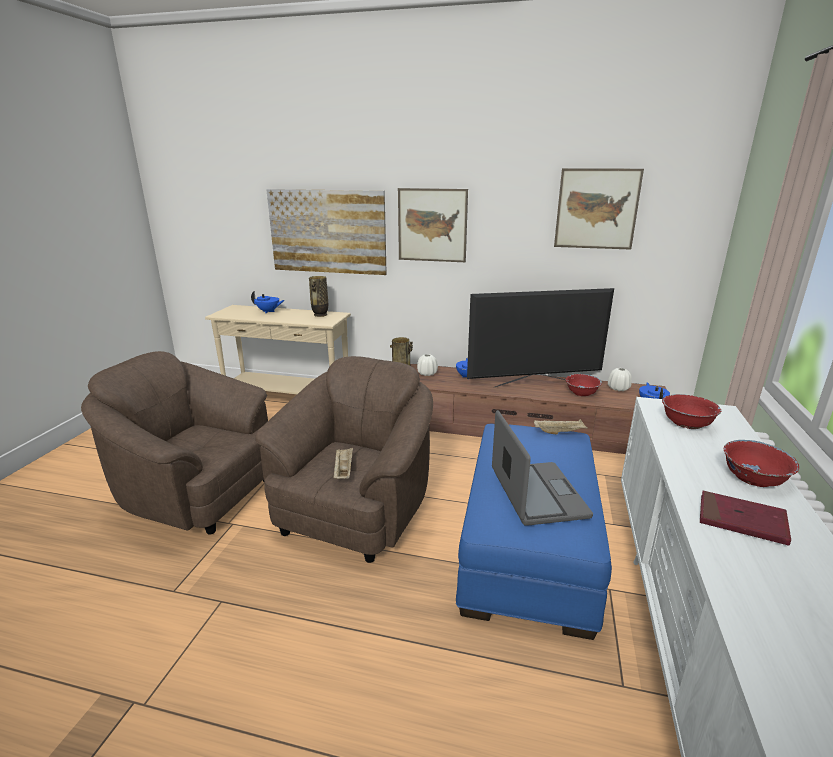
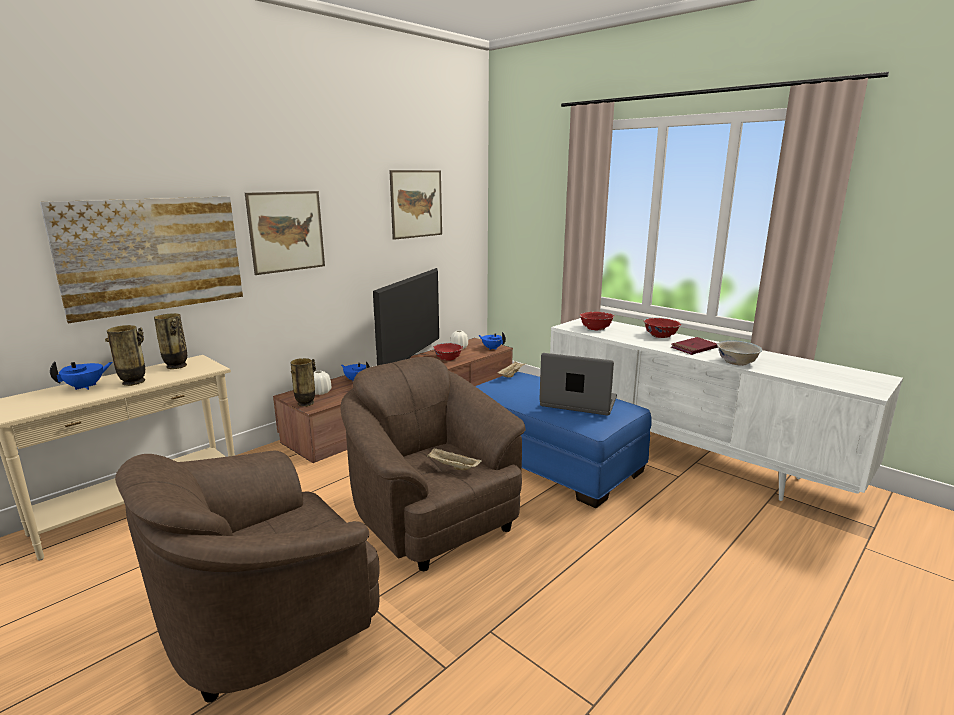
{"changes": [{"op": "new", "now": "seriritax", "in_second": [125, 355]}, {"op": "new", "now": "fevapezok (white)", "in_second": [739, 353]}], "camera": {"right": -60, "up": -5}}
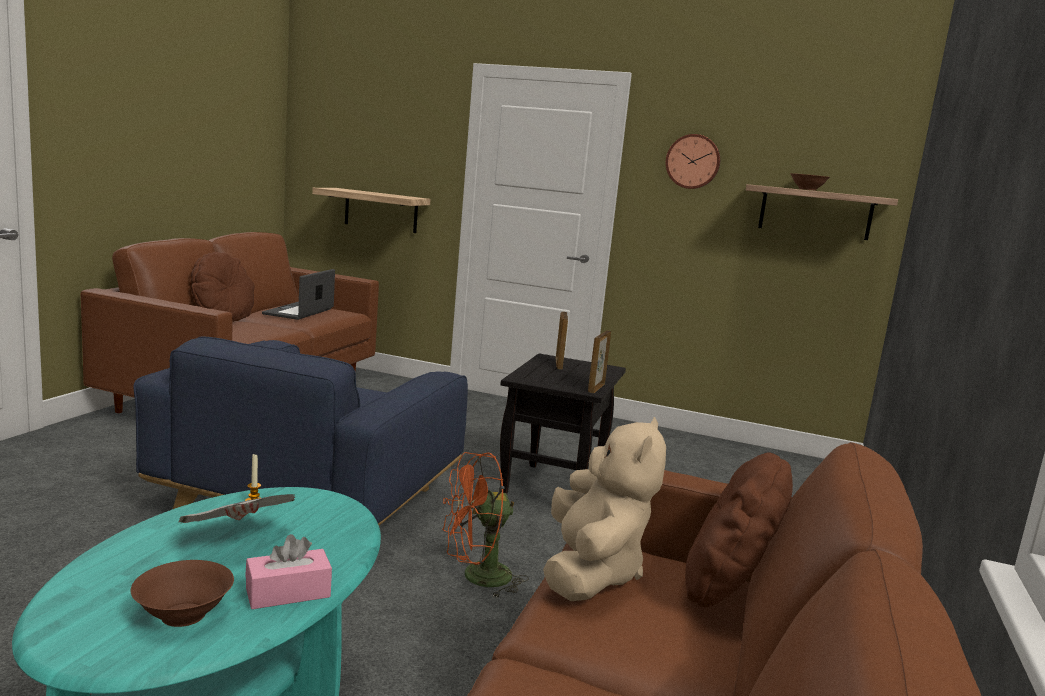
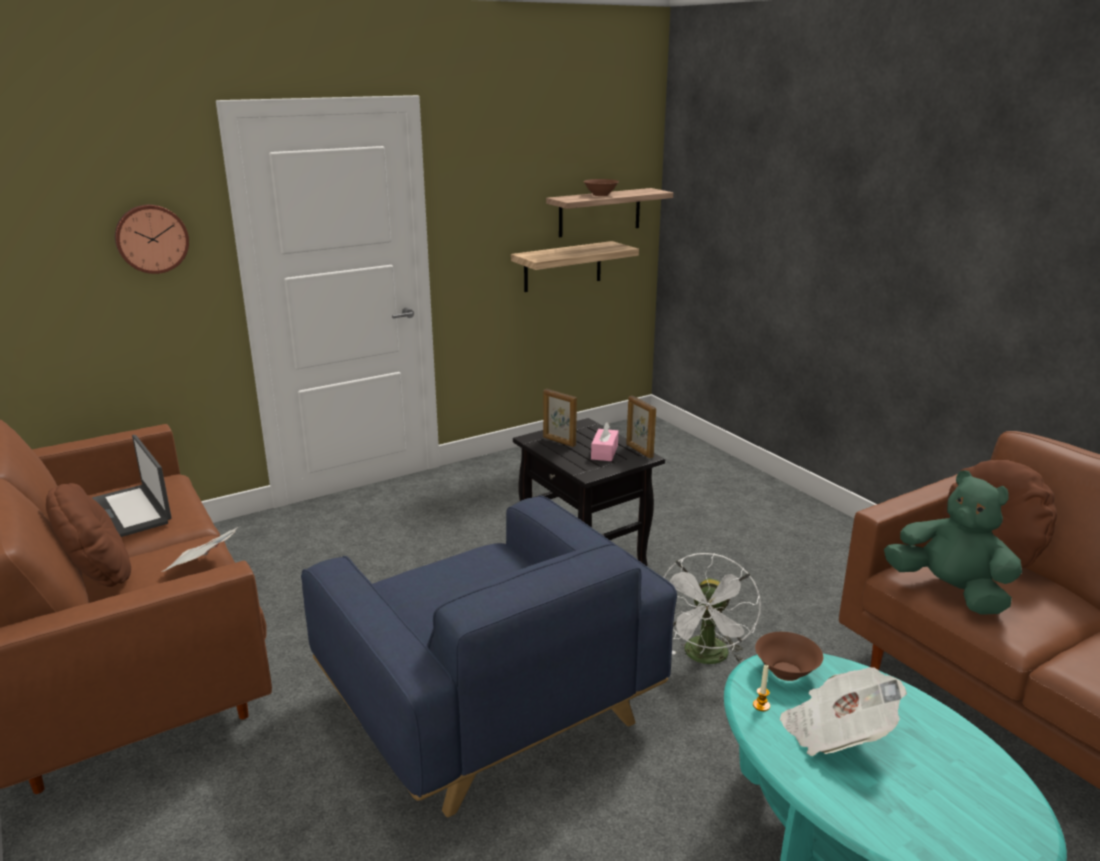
{"changes": [{"op": "shifted", "was": "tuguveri", "in_first": [693, 161], "in_second": [152, 239]}, {"op": "new", "now": "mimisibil", "in_second": [199, 549]}, {"op": "shifted", "was": "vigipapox", "in_first": [371, 210], "in_second": [575, 266]}, {"op": "shifted", "was": "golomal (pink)", "in_first": [288, 571], "in_second": [604, 441]}, {"op": "repainted", "was": "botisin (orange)", "now": "botisin (white)", "in_first": [485, 525], "in_second": [712, 608]}, {"op": "shifted", "was": "fevapezok (brown)", "in_first": [182, 593], "in_second": [789, 656]}, {"op": "repainted", "was": "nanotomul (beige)", "now": "nanotomul (green)", "in_first": [604, 509], "in_second": [953, 542]}], "camera": {"right": -50, "up": 10}}
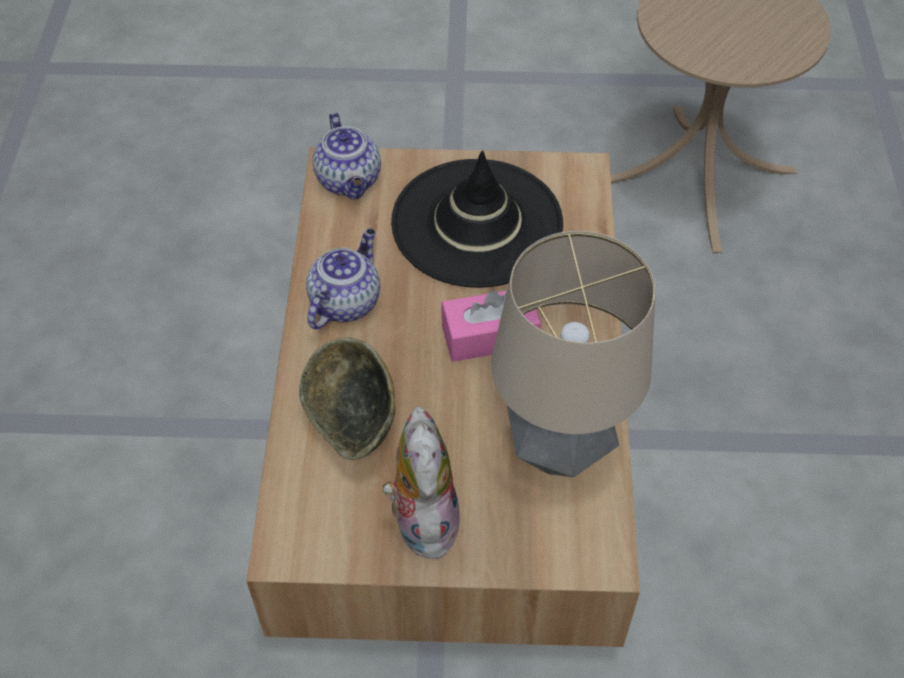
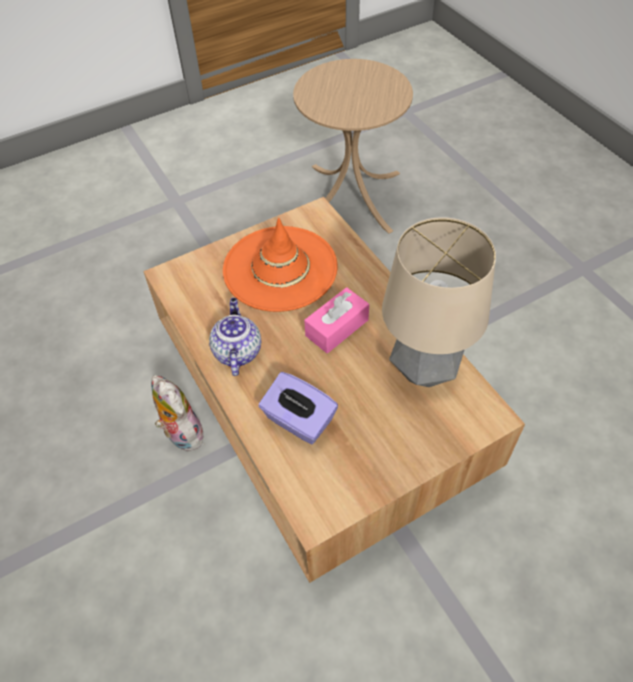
{"changes": [{"op": "shifted", "was": "nanotomul", "in_first": [421, 483], "in_second": [177, 413]}, {"op": "repainted", "was": "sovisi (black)", "now": "sovisi (orange)", "in_first": [477, 219], "in_second": [280, 265]}, {"op": "swapped", "was": "fevapezok", "now": "golomal (purple)", "in_first": [347, 399], "in_second": [298, 408]}, {"op": "gone", "was": "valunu", "in_first": [347, 155]}], "camera": {"right": -30, "up": 0}}
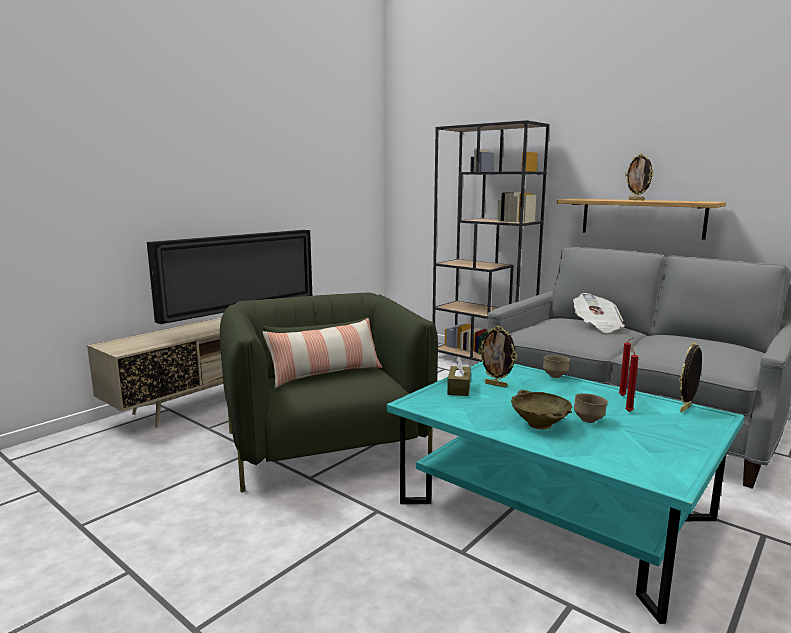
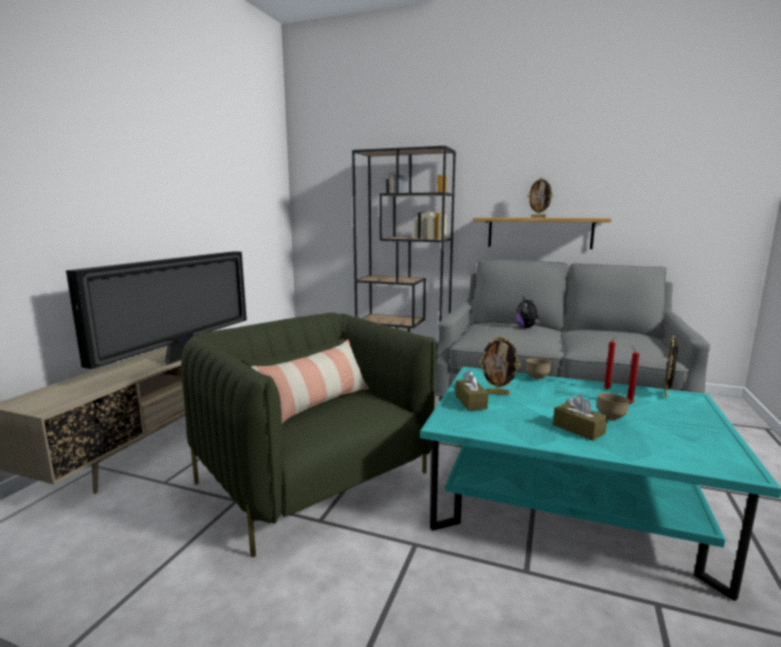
{"changes": [{"op": "swapped", "was": "mimisibil", "now": "nanotomul", "in_first": [599, 313], "in_second": [528, 312]}, {"op": "swapped", "was": "fevapezok (beige)", "now": "golomal (brown)", "in_first": [541, 409], "in_second": [580, 417]}], "camera": {"right": -20, "up": 0}}
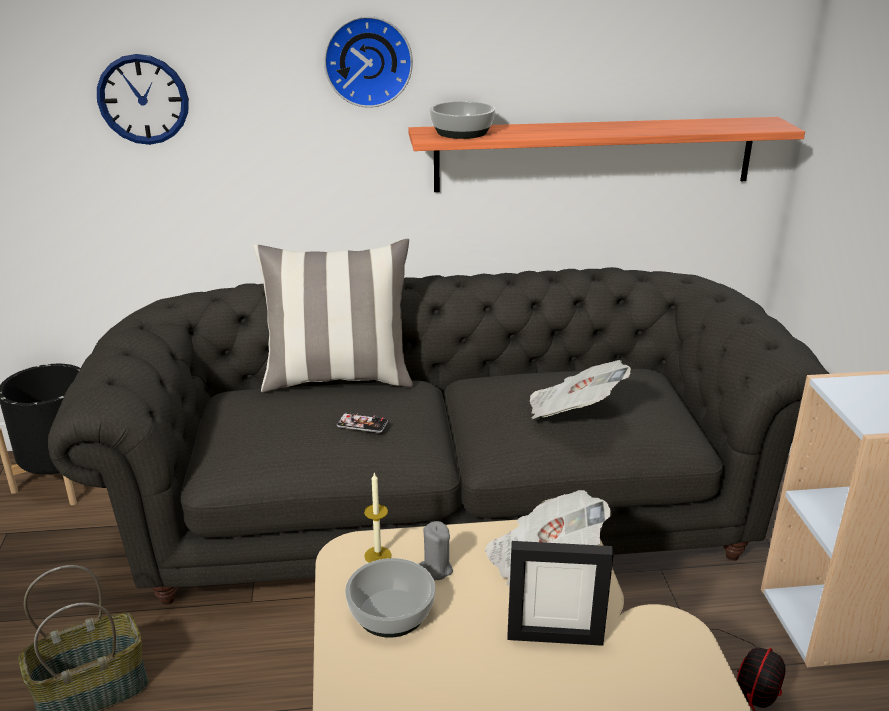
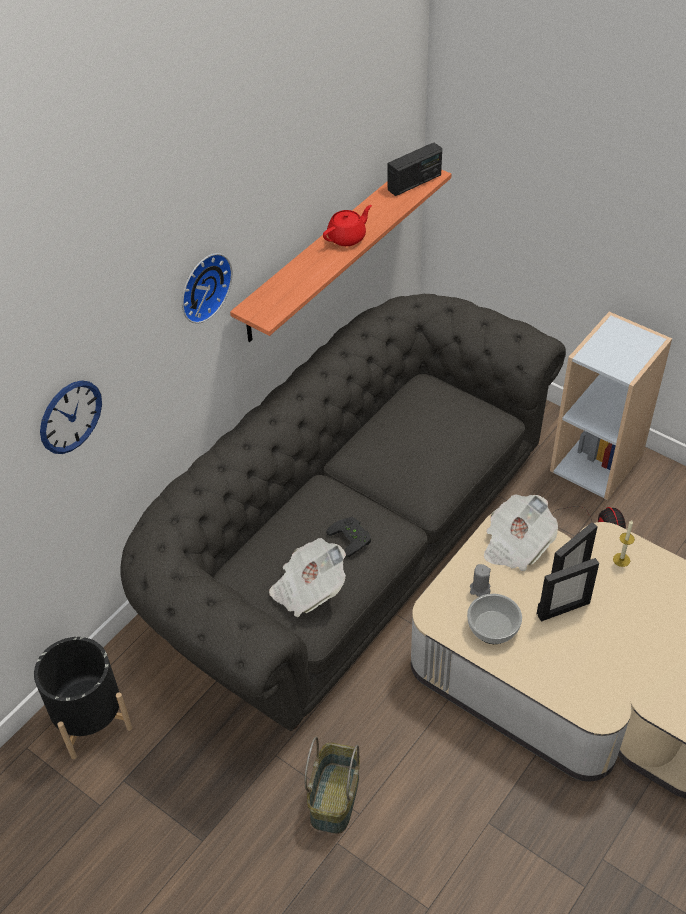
{"changes": [{"op": "shifted", "was": "mimisibil", "in_first": [580, 389], "in_second": [307, 577]}, {"op": "new", "now": "valunu (red)", "in_second": [347, 225]}, {"op": "swapped", "was": "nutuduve", "now": "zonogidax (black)", "in_first": [362, 422], "in_second": [348, 537]}, {"op": "new", "now": "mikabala", "in_second": [414, 169]}, {"op": "new", "now": "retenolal", "in_second": [568, 590]}, {"op": "shifted", "was": "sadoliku", "in_first": [378, 517], "in_second": [624, 543]}, {"op": "gone", "was": "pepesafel", "in_first": [333, 315]}, {"op": "gone", "was": "fevapezok", "in_first": [462, 120]}], "camera": {"right": -45, "up": 20}}
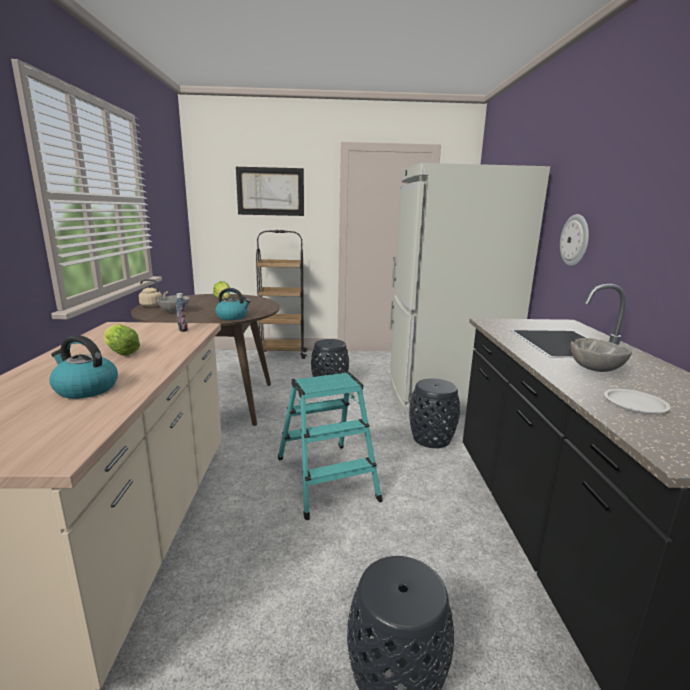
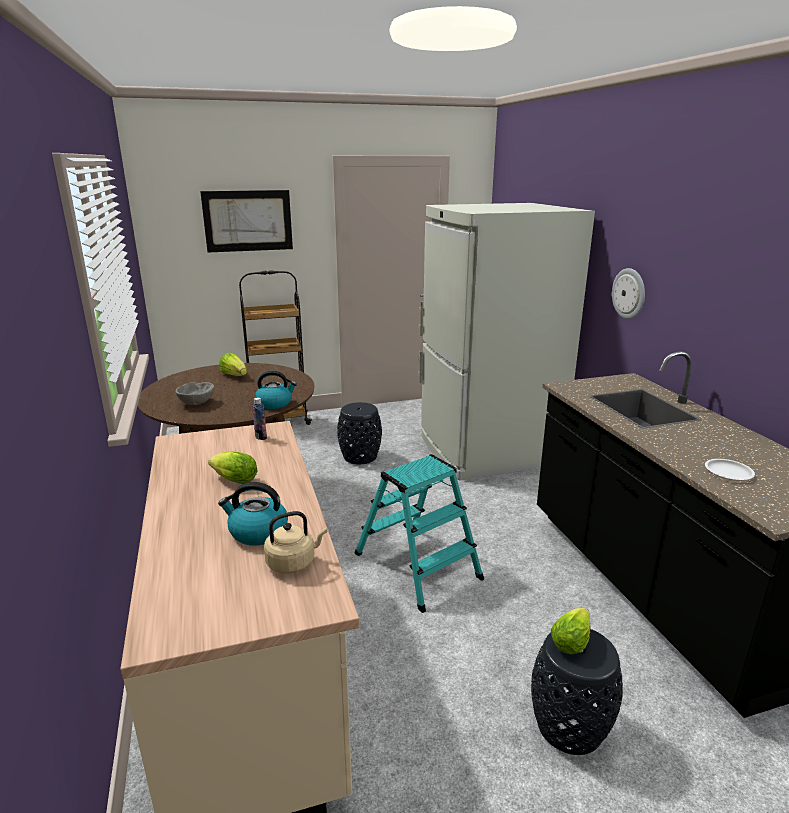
{"changes": [{"op": "shifted", "was": "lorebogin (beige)", "in_first": [153, 293], "in_second": [295, 542]}, {"op": "new", "now": "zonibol", "in_second": [570, 631]}, {"op": "gone", "was": "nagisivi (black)", "in_first": [434, 413]}, {"op": "gone", "was": "fevapezok (grey)", "in_first": [601, 355]}], "camera": {"right": -15, "up": 5}}
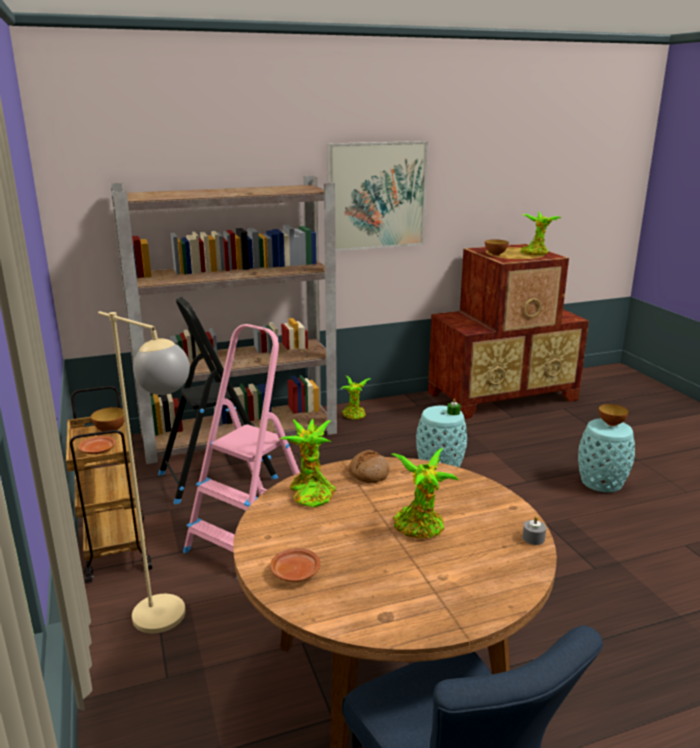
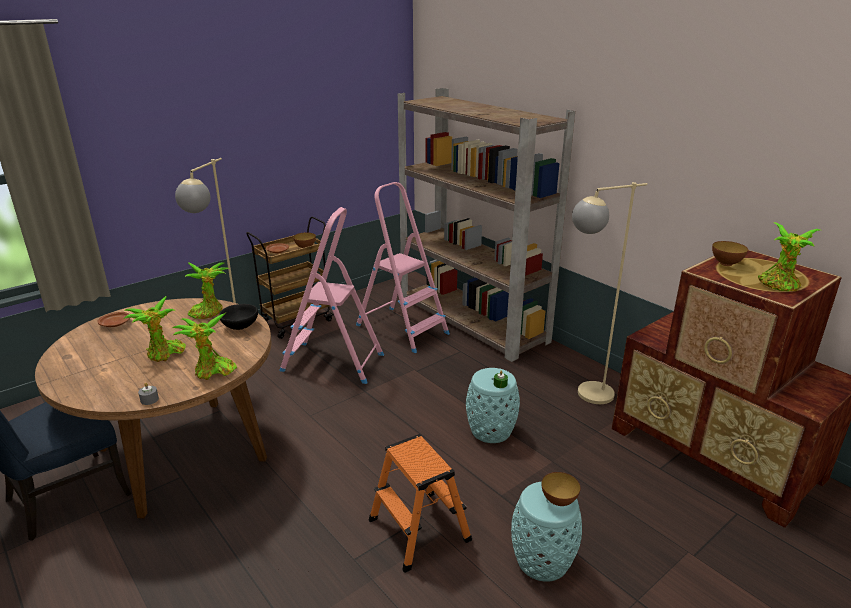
{"changes": [{"op": "shifted", "was": "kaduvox", "in_first": [355, 398], "in_second": [205, 346]}, {"op": "swapped", "was": "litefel", "now": "fevapezok (black)", "in_first": [369, 466], "in_second": [238, 317]}, {"op": "repainted", "was": "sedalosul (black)", "now": "sedalosul (pink)", "in_first": [218, 401], "in_second": [403, 267]}, {"op": "new", "now": "sedalosul (orange)", "in_second": [420, 503]}, {"op": "new", "now": "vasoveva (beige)", "in_second": [610, 293]}, {"op": "gone", "was": "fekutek", "in_first": [377, 196]}], "camera": {"right": 70, "up": 5}}
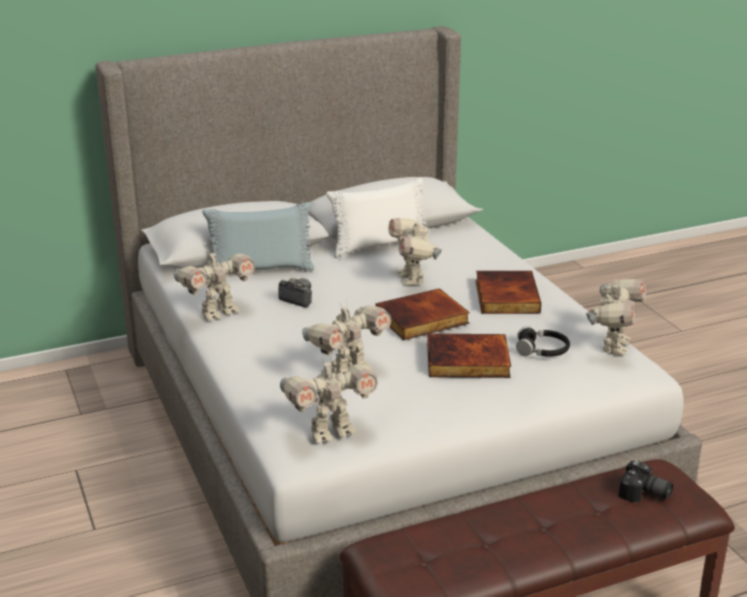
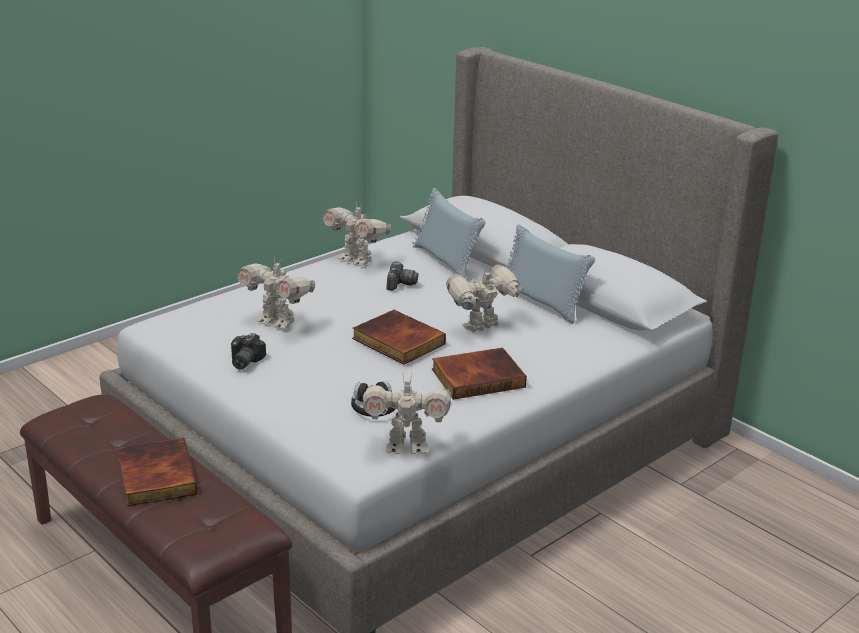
{"changes": [{"op": "shifted", "was": "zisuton", "in_first": [469, 356], "in_second": [157, 472]}, {"op": "shifted", "was": "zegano", "in_first": [645, 481], "in_second": [248, 351]}, {"op": "repainted", "was": "pepesafel (white)", "now": "pepesafel (blue)", "in_first": [377, 218], "in_second": [550, 274]}, {"op": "gone", "was": "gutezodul", "in_first": [329, 398]}], "camera": {"right": 70, "up": 0}}
